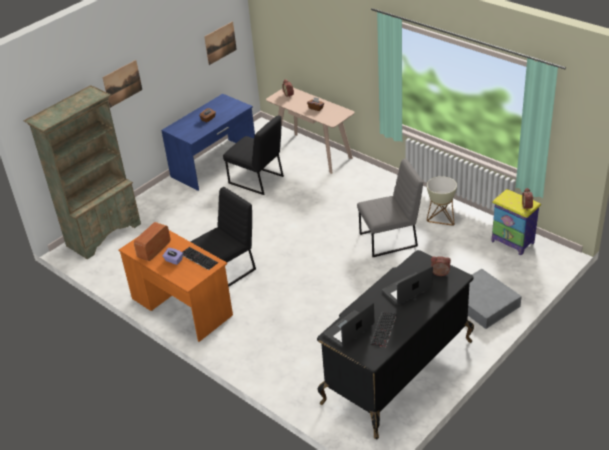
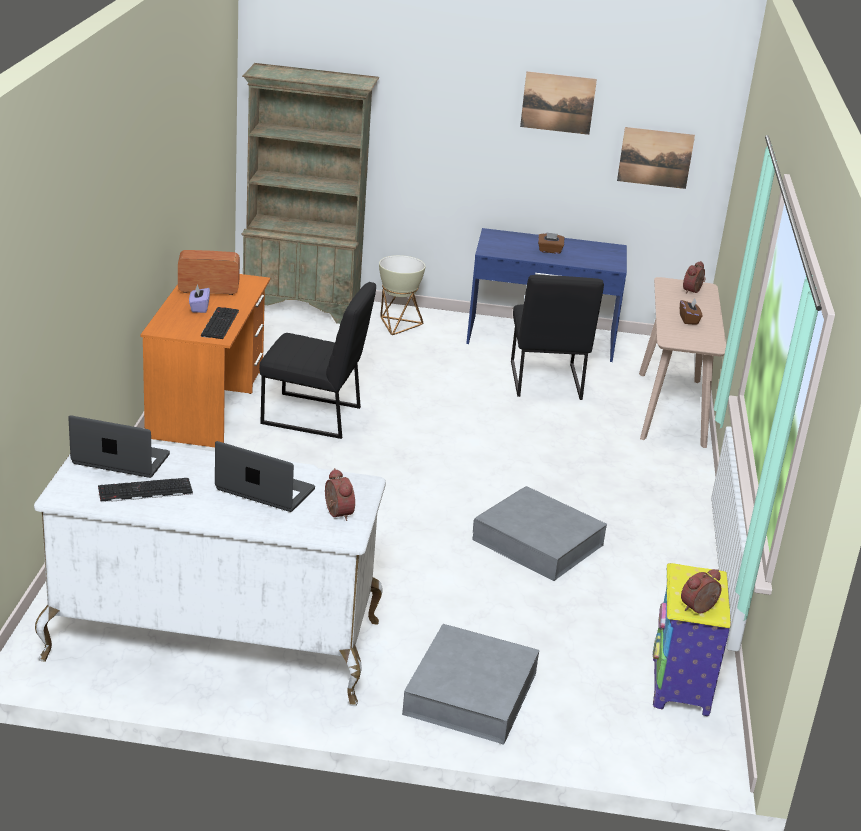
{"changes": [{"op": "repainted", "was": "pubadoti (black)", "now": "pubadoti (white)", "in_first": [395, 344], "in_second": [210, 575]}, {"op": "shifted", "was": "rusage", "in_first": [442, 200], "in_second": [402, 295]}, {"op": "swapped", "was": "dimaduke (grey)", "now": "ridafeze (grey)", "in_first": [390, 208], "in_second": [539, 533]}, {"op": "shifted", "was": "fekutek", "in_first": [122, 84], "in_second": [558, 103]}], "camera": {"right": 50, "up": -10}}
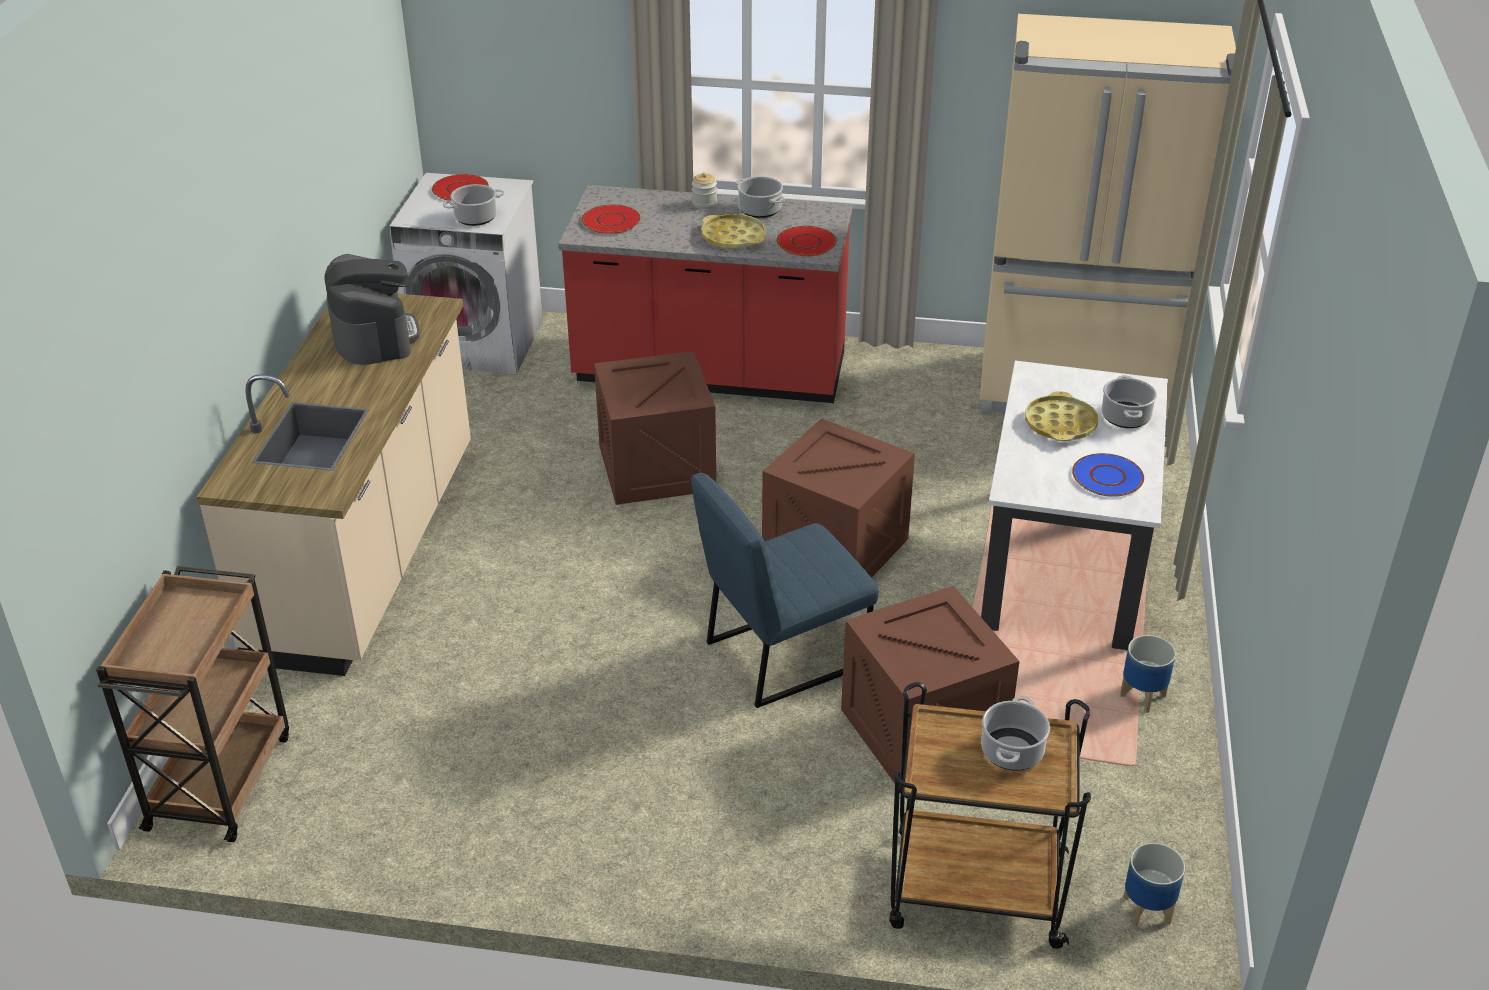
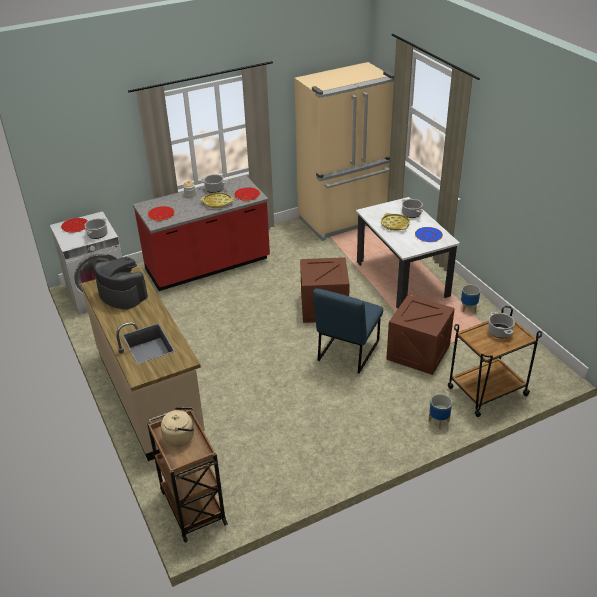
{"changes": [{"op": "new", "now": "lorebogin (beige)", "in_second": [177, 427]}, {"op": "shifted", "was": "rusage", "in_first": [1154, 885], "in_second": [440, 411]}, {"op": "gone", "was": "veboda", "in_first": [655, 428]}], "camera": {"right": -35, "up": 0}}
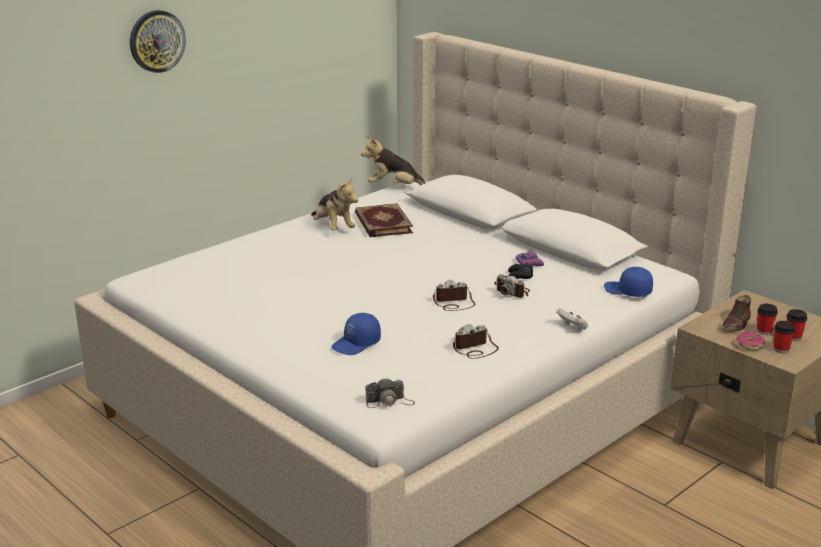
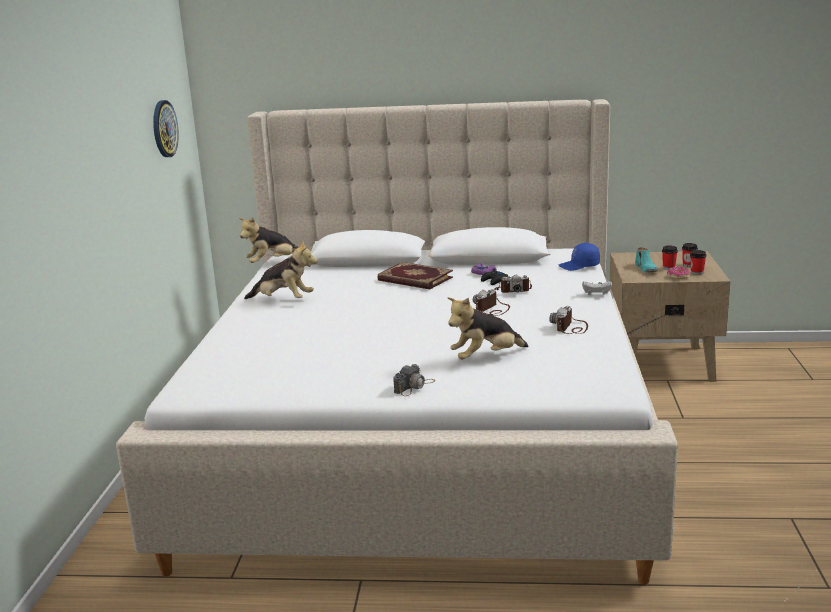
{"changes": [{"op": "shifted", "was": "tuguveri", "in_first": [158, 41], "in_second": [166, 128]}, {"op": "shifted", "was": "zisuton", "in_first": [384, 220], "in_second": [415, 276]}, {"op": "shifted", "was": "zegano", "in_first": [390, 393], "in_second": [414, 380]}, {"op": "swapped", "was": "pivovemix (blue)", "now": "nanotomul", "in_first": [356, 334], "in_second": [487, 328]}, {"op": "repainted", "was": "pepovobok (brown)", "now": "pepovobok (turquoise)", "in_first": [736, 312], "in_second": [646, 260]}], "camera": {"right": -40, "up": -5}}
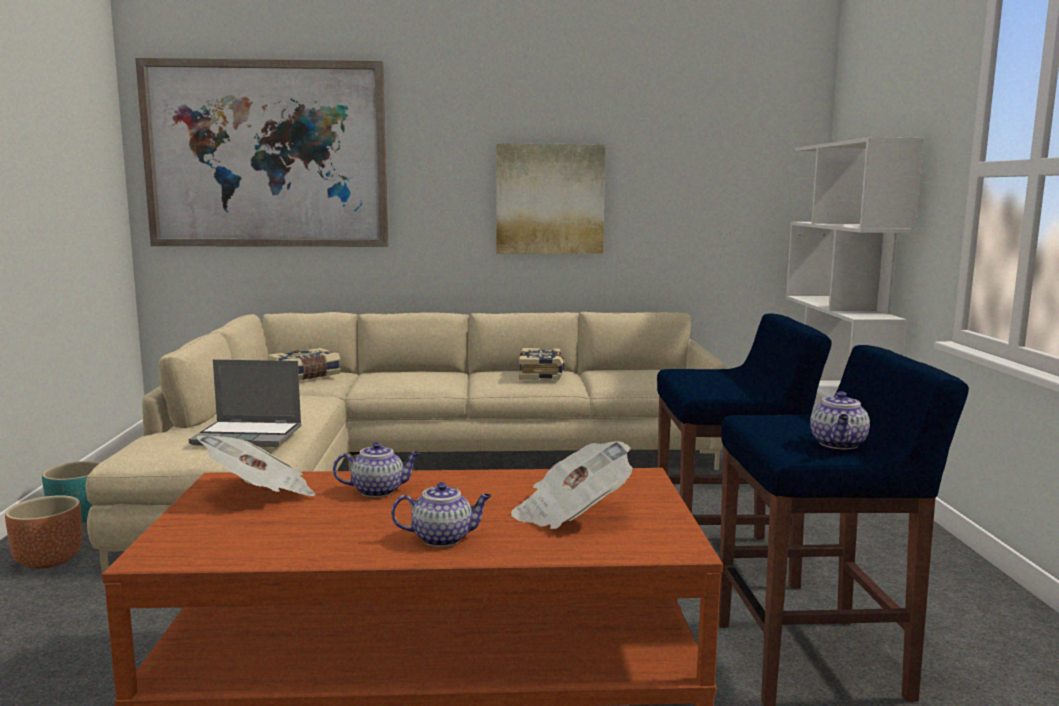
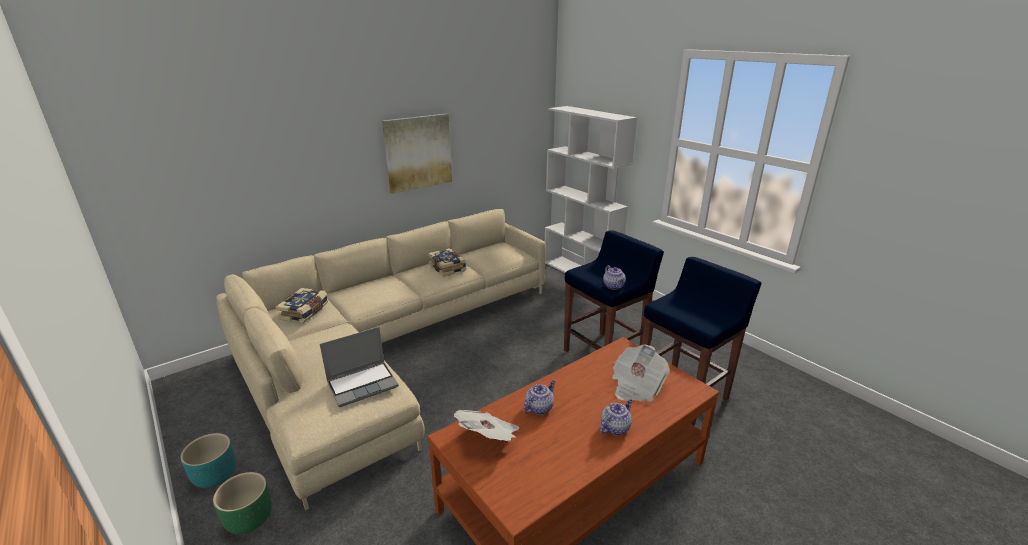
{"changes": [{"op": "repainted", "was": "rusage (brown)", "now": "rusage (green)", "in_first": [43, 532], "in_second": [242, 503]}, {"op": "shifted", "was": "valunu", "in_first": [840, 420], "in_second": [614, 277]}, {"op": "gone", "was": "fekutek", "in_first": [262, 152]}], "camera": {"right": -35, "up": 15}}
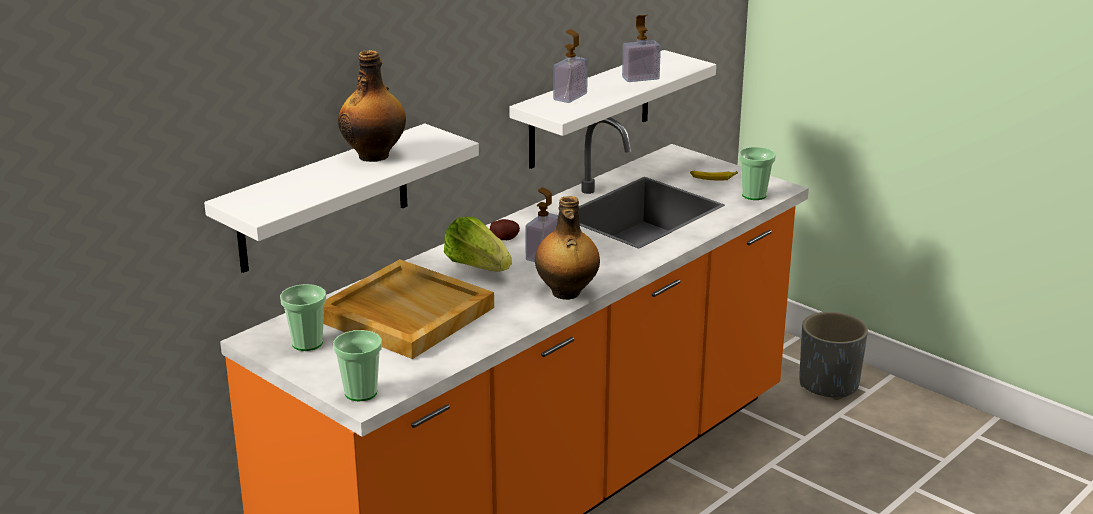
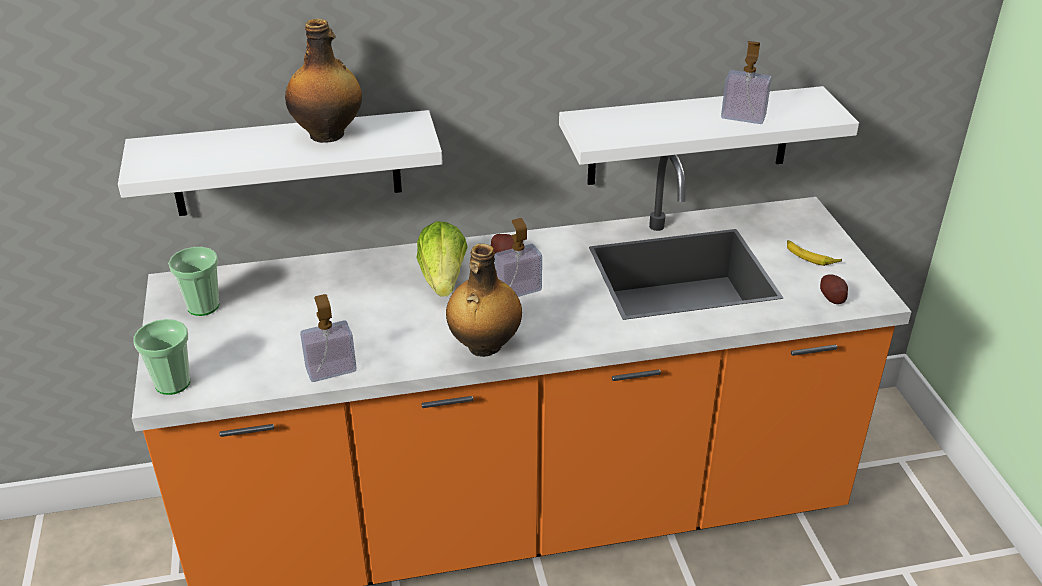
{"changes": [{"op": "shifted", "was": "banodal", "in_first": [570, 66], "in_second": [328, 338]}, {"op": "swapped", "was": "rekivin", "now": "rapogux", "in_first": [757, 173], "in_second": [834, 289]}, {"op": "gone", "was": "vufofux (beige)", "in_first": [408, 309]}, {"op": "gone", "was": "rusage (grey)", "in_first": [833, 356]}], "camera": {"right": 35, "up": 10}}
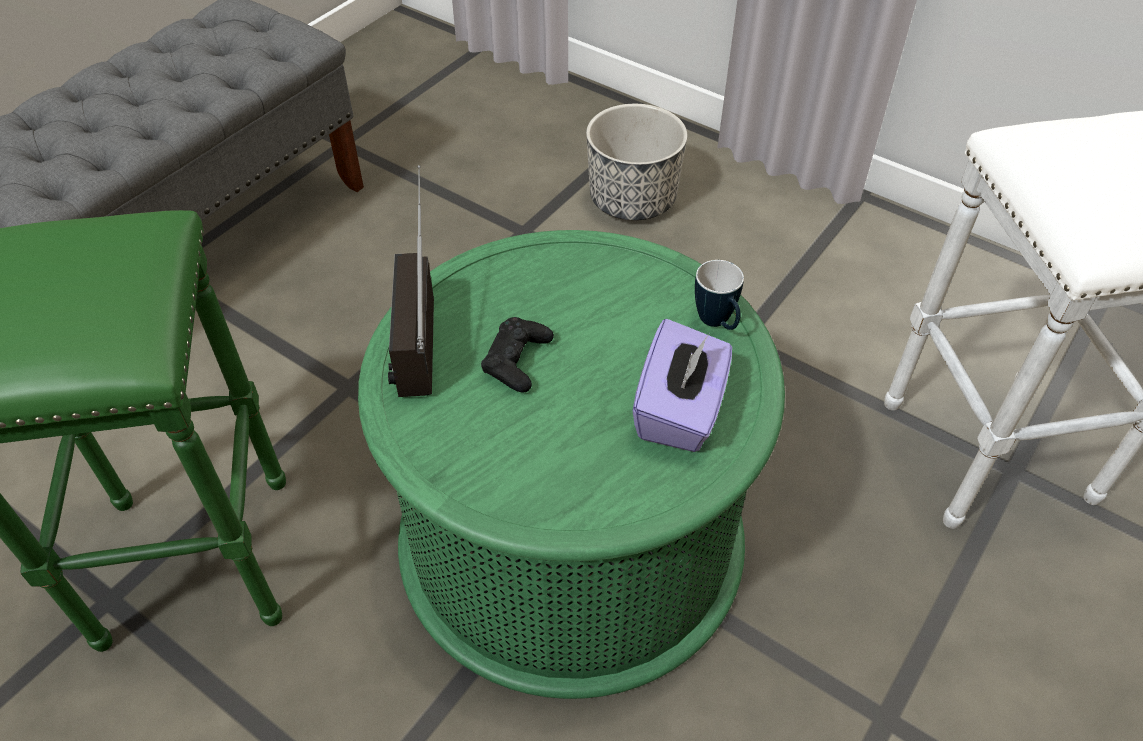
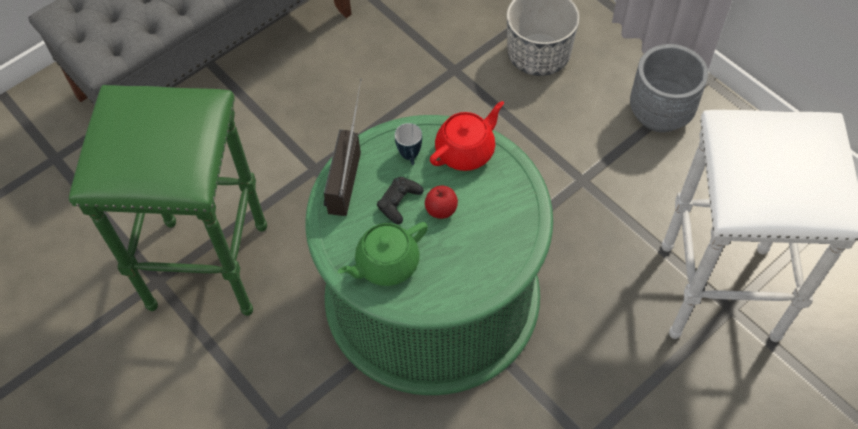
{"changes": [{"op": "new", "now": "valunu (green)", "in_second": [383, 254]}, {"op": "shifted", "was": "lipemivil", "in_first": [719, 295], "in_second": [408, 144]}, {"op": "new", "now": "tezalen", "in_second": [441, 202]}, {"op": "new", "now": "valunu (red)", "in_second": [467, 136]}, {"op": "new", "now": "rusage (grey)", "in_second": [669, 88]}, {"op": "gone", "was": "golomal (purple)", "in_first": [682, 385]}], "camera": {"right": 15, "up": 10}}
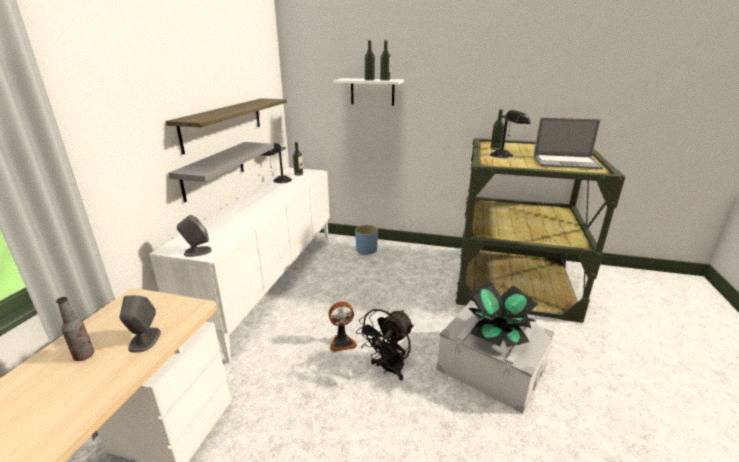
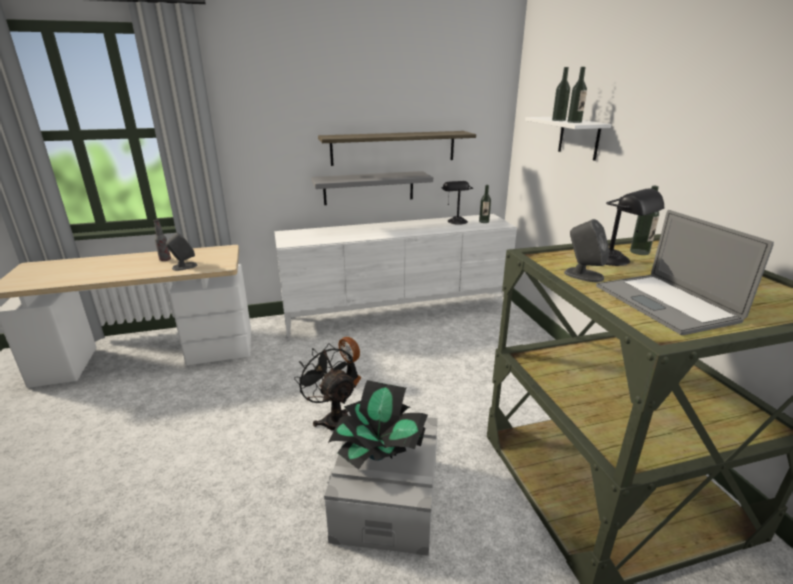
{"changes": [{"op": "rotated", "was": "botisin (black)", "in_first": [385, 344], "in_second": [325, 387], "clockwise": 45}, {"op": "shifted", "was": "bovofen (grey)", "in_first": [194, 236], "in_second": [587, 250]}, {"op": "gone", "was": "rusage (blue)", "in_first": [366, 240]}], "camera": {"right": 60, "up": 0}}
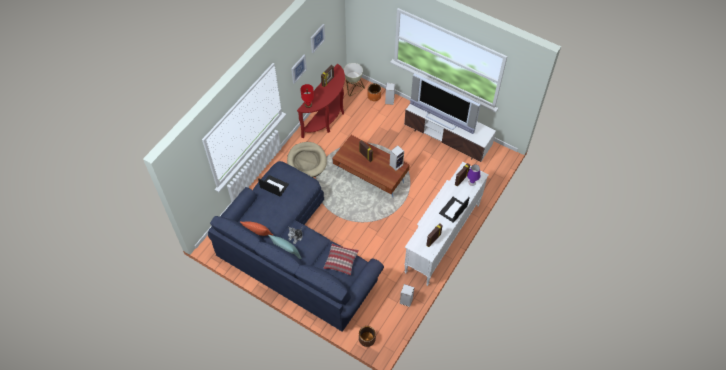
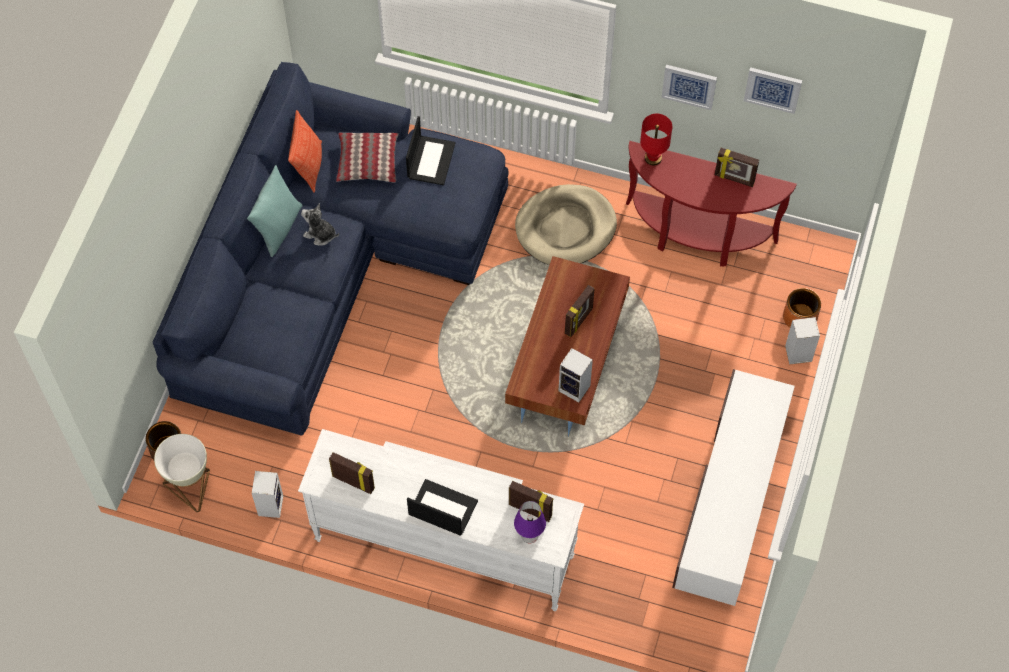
{"changes": [{"op": "shifted", "was": "rusage", "in_first": [354, 79], "in_second": [182, 473]}, {"op": "shifted", "was": "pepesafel", "in_first": [341, 259], "in_second": [367, 158]}, {"op": "gone", "was": "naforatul", "in_first": [445, 103]}], "camera": {"right": 75, "up": 5}}
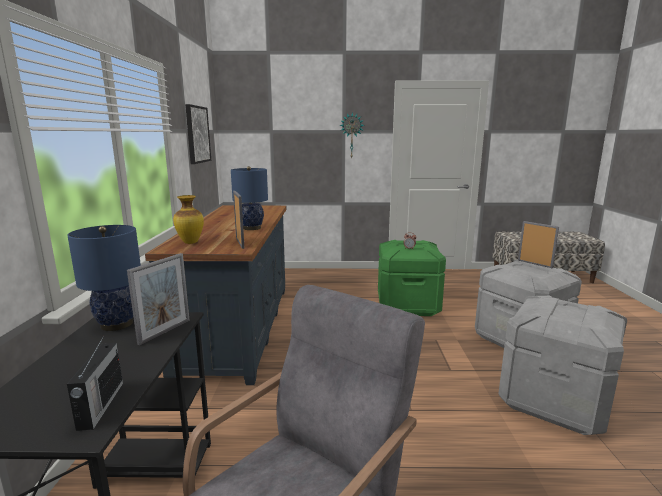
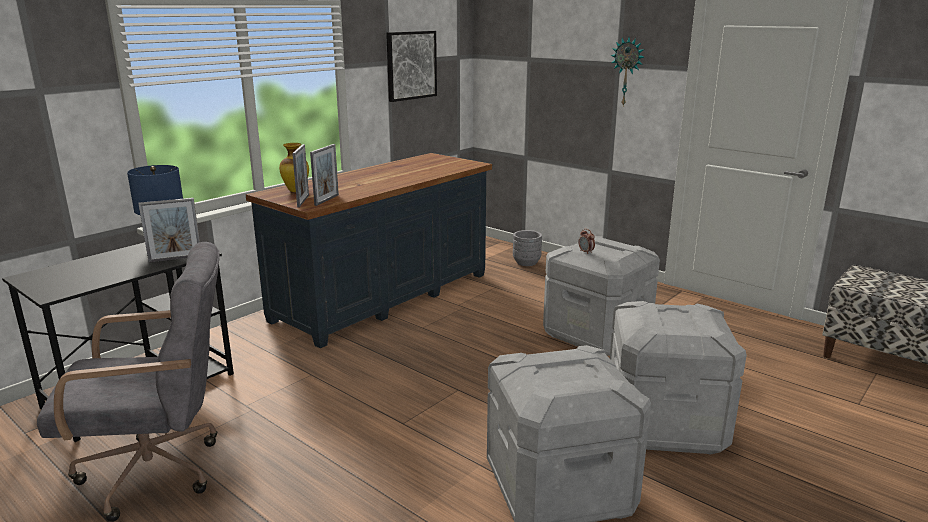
{"changes": [{"op": "shifted", "was": "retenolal", "in_first": [538, 244], "in_second": [300, 175]}, {"op": "new", "now": "rusage (grey)", "in_second": [527, 248]}, {"op": "repainted", "was": "ridafeze (green)", "now": "ridafeze (grey)", "in_first": [412, 278], "in_second": [601, 296]}, {"op": "gone", "was": "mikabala", "in_first": [95, 383]}, {"op": "gone", "was": "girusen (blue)", "in_first": [249, 198]}], "camera": {"right": 40, "up": 5}}
